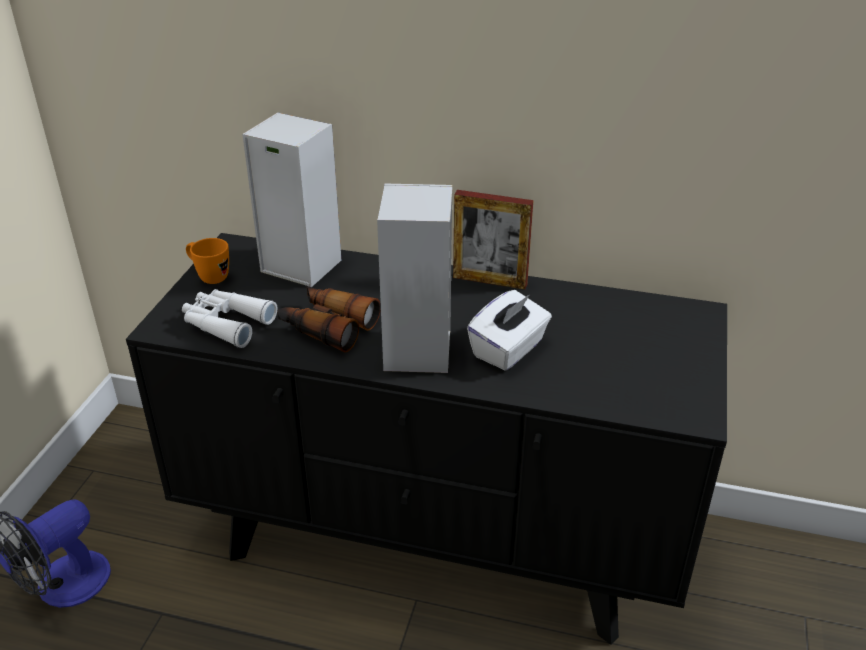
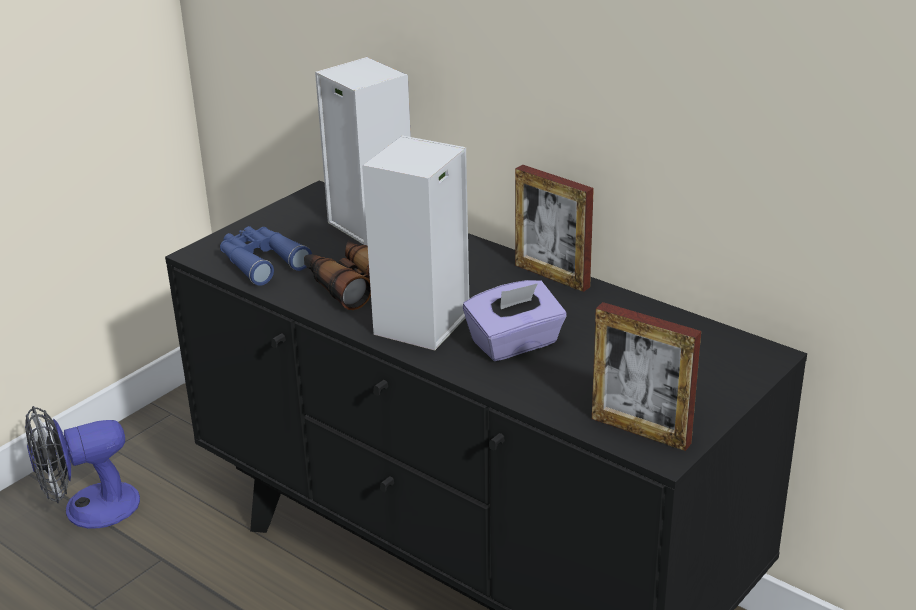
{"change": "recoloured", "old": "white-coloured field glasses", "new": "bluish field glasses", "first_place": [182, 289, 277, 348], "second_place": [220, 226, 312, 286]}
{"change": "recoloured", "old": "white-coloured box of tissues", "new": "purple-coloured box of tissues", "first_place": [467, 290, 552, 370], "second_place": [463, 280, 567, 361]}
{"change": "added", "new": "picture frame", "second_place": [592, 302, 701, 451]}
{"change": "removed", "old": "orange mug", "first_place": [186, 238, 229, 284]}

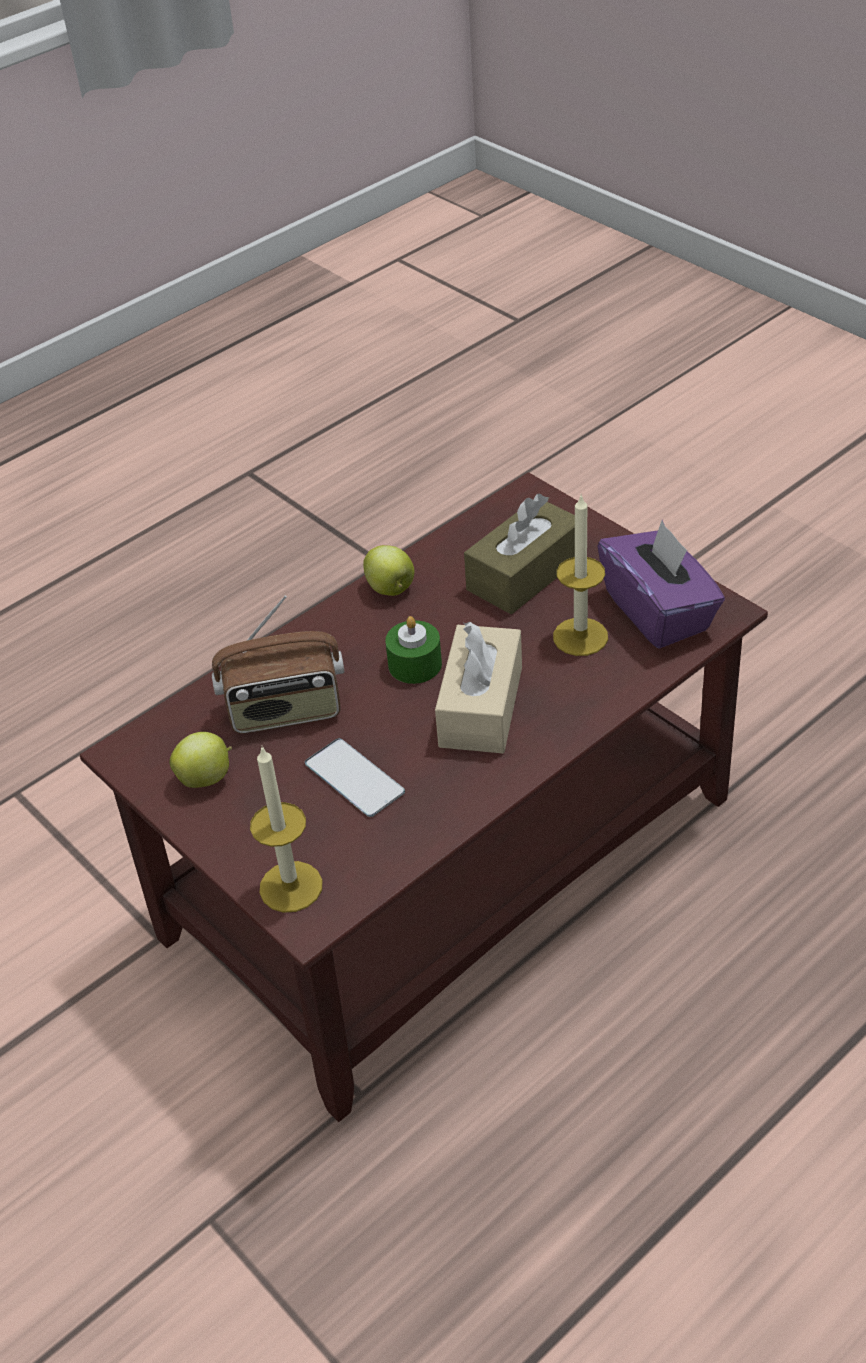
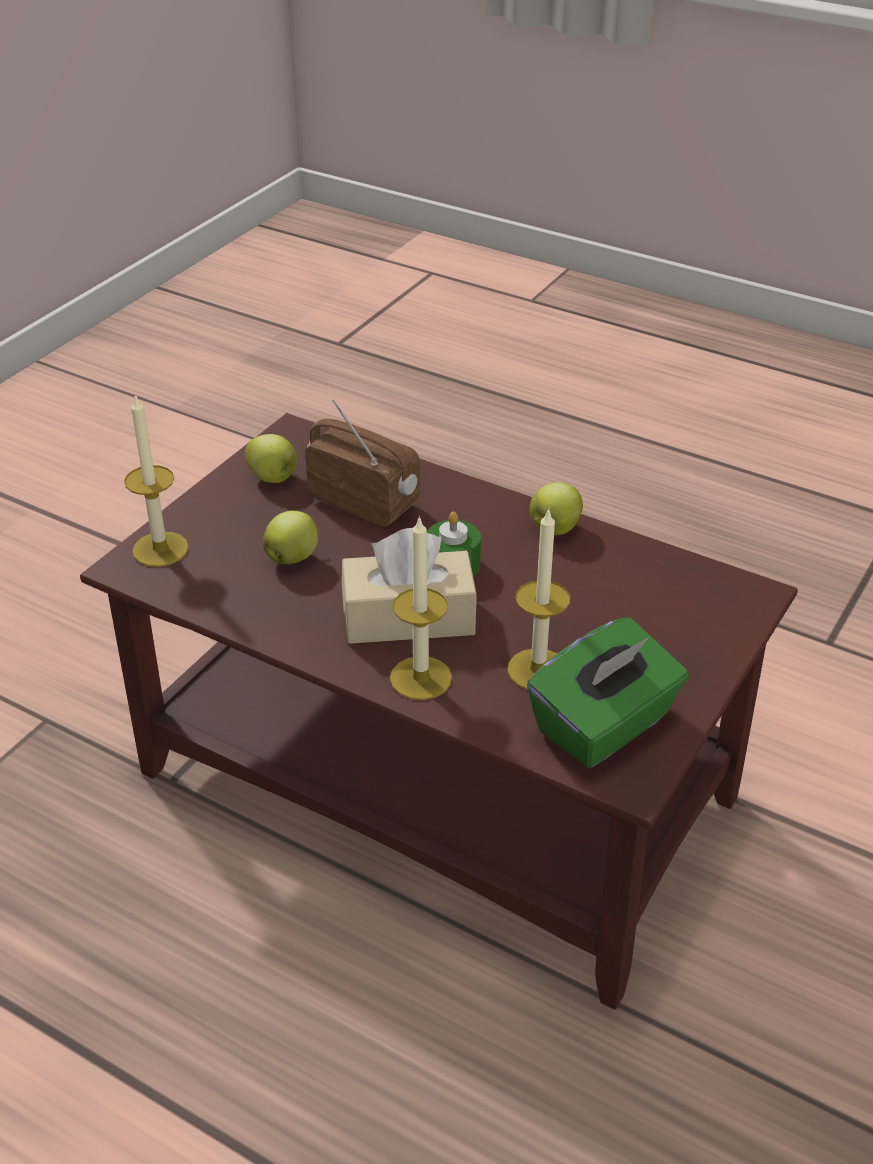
{"change": "replaced", "old": "phone", "new": "apple", "first_place": [305, 738, 405, 817], "second_place": [263, 511, 318, 564]}
{"change": "turned", "old": "radio receiver", "first_place": [212, 595, 344, 734], "second_place": [305, 399, 420, 526], "degrees": 150}
{"change": "added", "new": "candle", "second_place": [390, 515, 452, 700]}
{"change": "recoloured", "old": "purple-coloured box of tissues", "new": "green box of tissues", "first_place": [597, 520, 725, 649], "second_place": [527, 617, 689, 768]}
{"change": "removed", "old": "brown-coloured box of tissues", "first_place": [464, 493, 575, 614]}

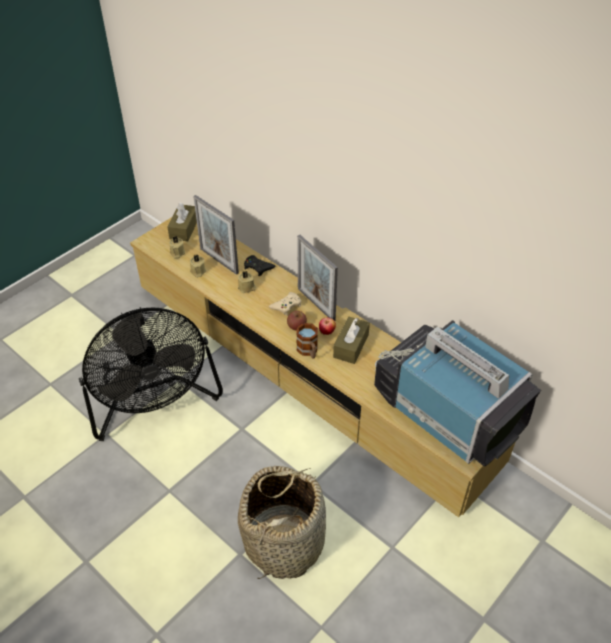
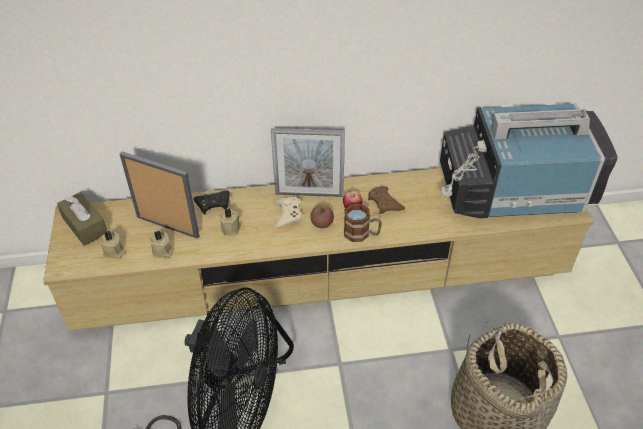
{"change": "turned", "old": "picture frame", "first_place": [193, 195, 239, 275], "second_place": [120, 151, 199, 239], "degrees": -150}
{"change": "replaced", "old": "brown-coloured box of tissues", "new": "brown-coloured joypad", "first_place": [333, 317, 370, 364], "second_place": [368, 186, 405, 214]}

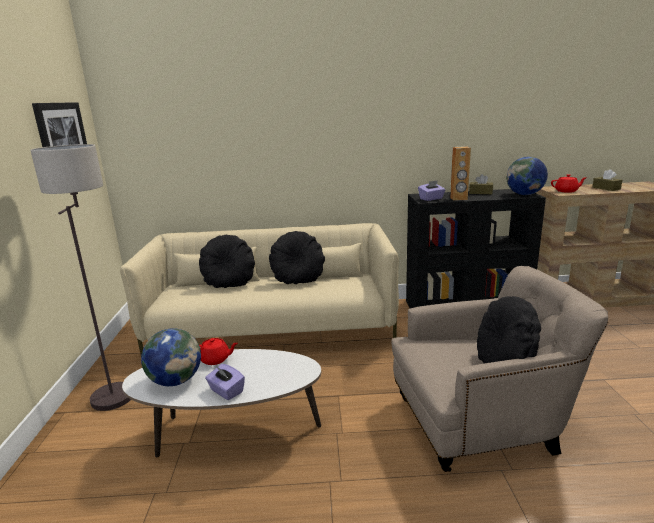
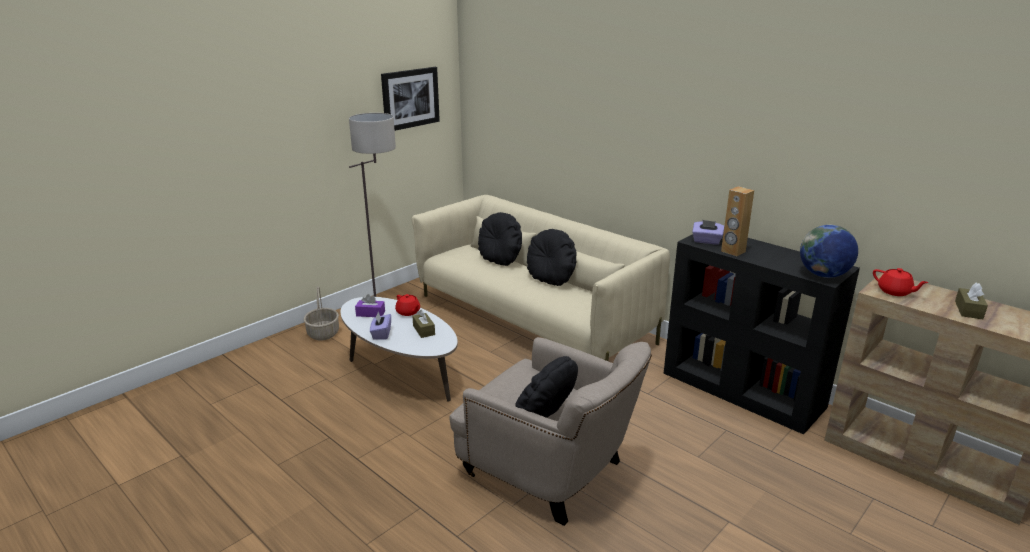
{"change": "added", "new": "storage basket", "second_place": [303, 286, 339, 340]}
{"change": "replaced", "old": "globe", "new": "purple-coloured box of tissues", "first_place": [141, 328, 201, 386], "second_place": [355, 294, 385, 317]}
{"change": "moved", "old": "brown-coloured box of tissues", "first_place": [469, 174, 493, 194], "second_place": [412, 310, 435, 338]}

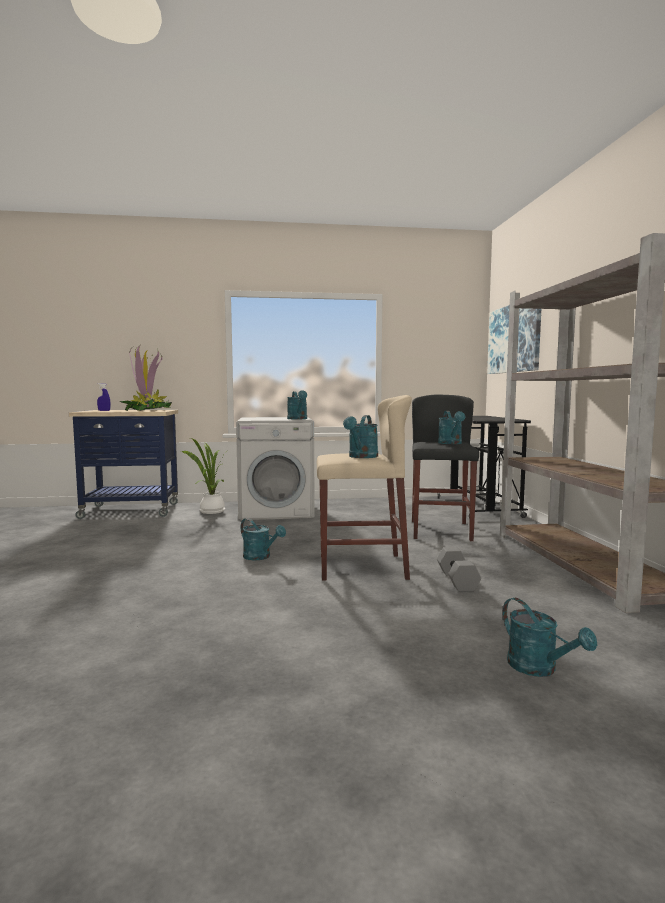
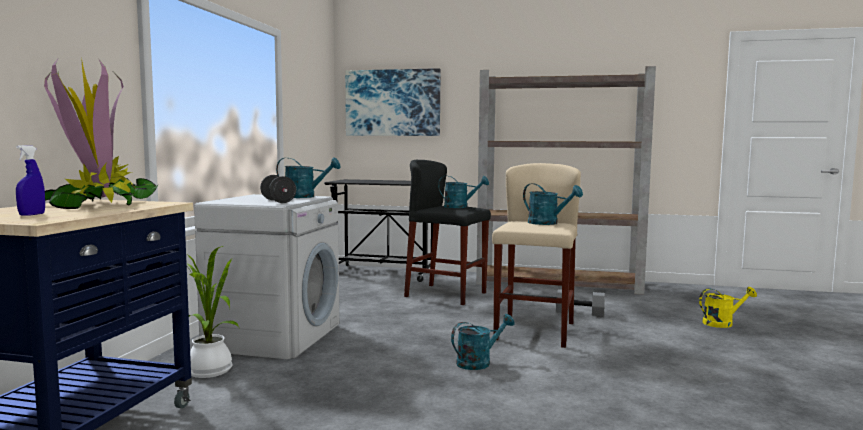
{"change": "added", "new": "blackish dumbbell", "second_place": [260, 175, 296, 203]}
{"change": "recoloured", "old": "turquoise sprinkling can", "new": "yellow sprinkling can", "first_place": [503, 597, 597, 677], "second_place": [699, 287, 757, 328]}

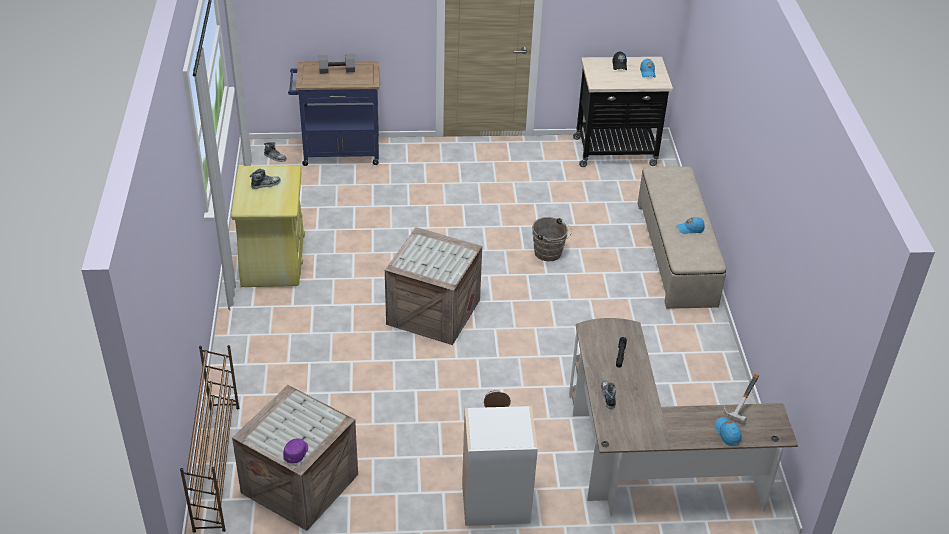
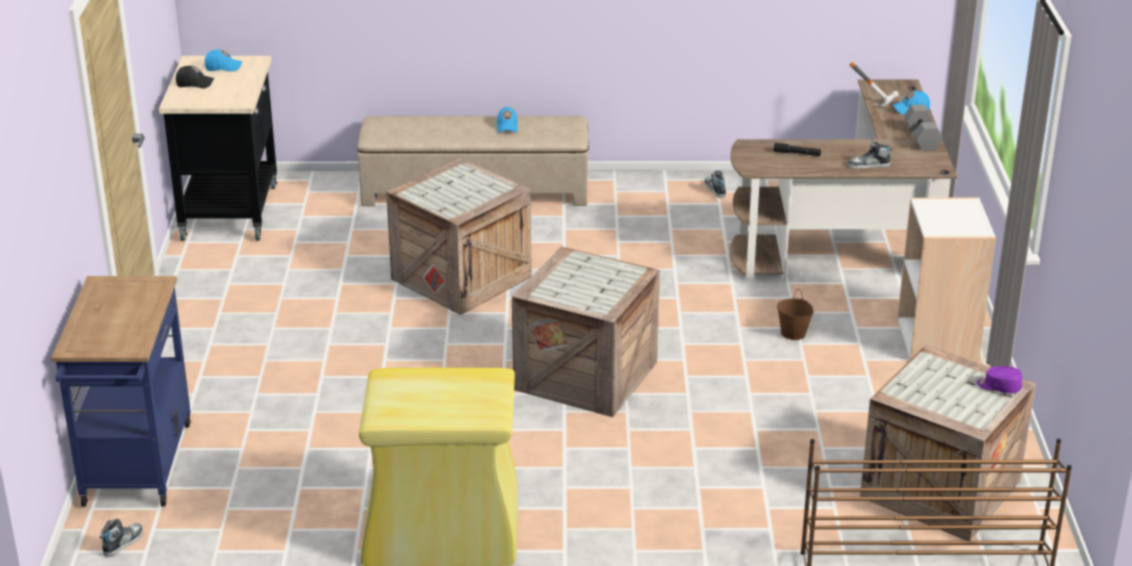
{"change": "replaced", "old": "brown-coloured bucket", "new": "crate", "first_place": [532, 217, 572, 261], "second_place": [386, 158, 532, 315]}
{"change": "moved", "old": "item of footwear", "first_place": [250, 169, 281, 189], "second_place": [705, 170, 726, 198]}
{"change": "moved", "old": "greyish dumbbell", "first_place": [319, 54, 355, 74], "second_place": [904, 105, 943, 151]}

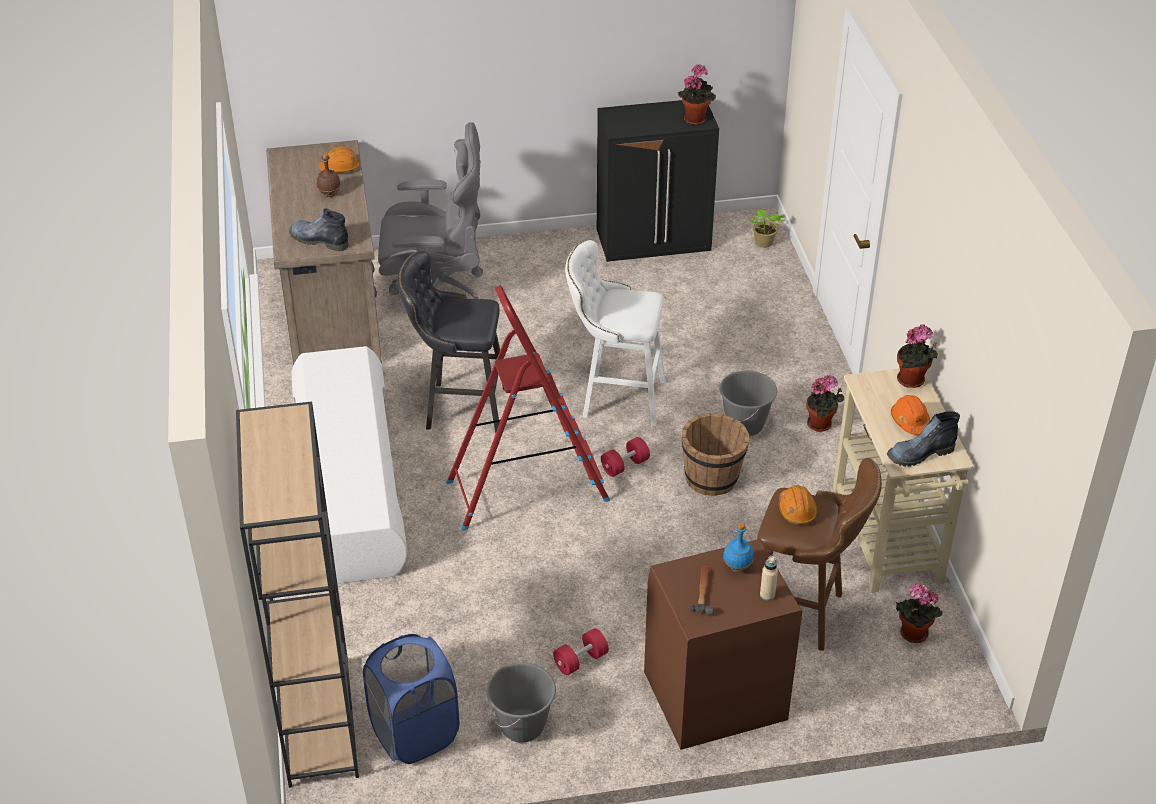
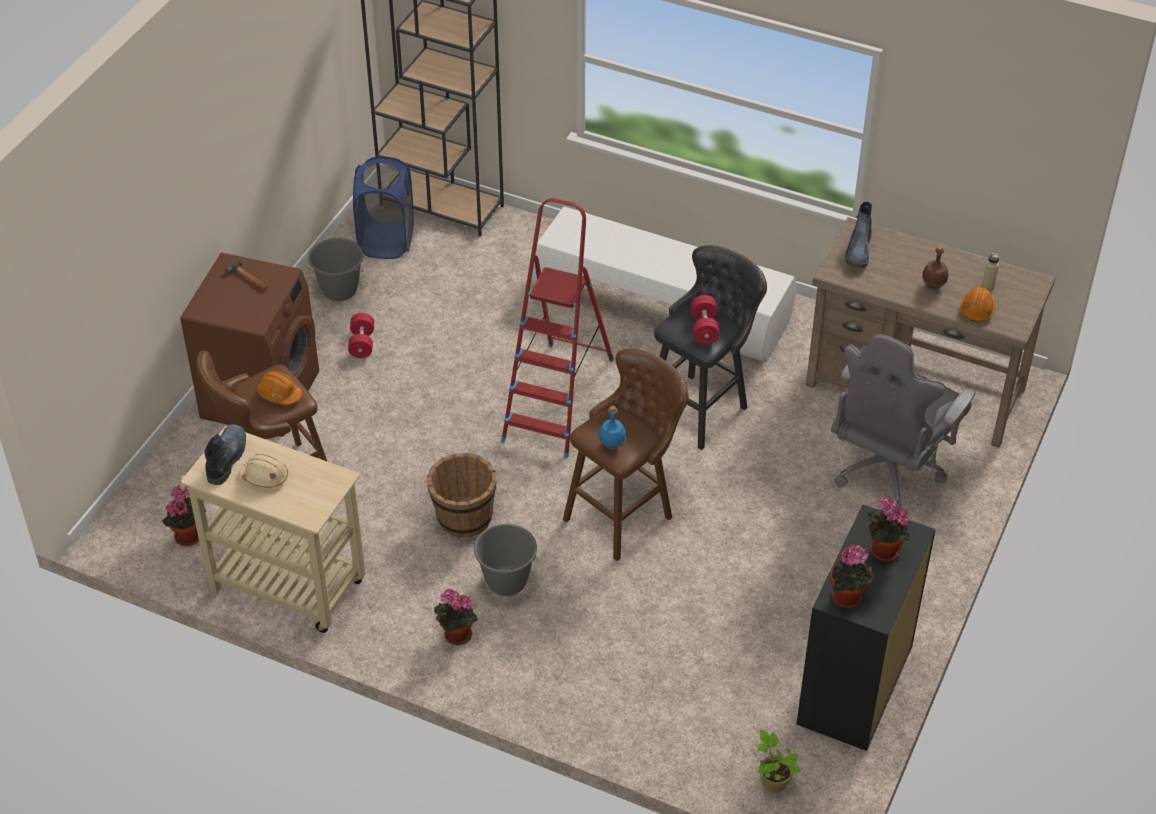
{"change": "recoloured", "old": "orange hard hat", "new": "beige hard hat", "first_place": [891, 395, 930, 435], "second_place": [239, 453, 288, 488]}
{"change": "recoloured", "old": "white-coloured sitting stool", "new": "brown-coloured sitting stool", "first_place": [565, 240, 665, 426], "second_place": [563, 348, 688, 561]}
{"change": "moved", "old": "bluish beverage bottle", "first_place": [723, 523, 754, 572], "second_place": [599, 406, 626, 449]}
{"change": "moved", "old": "red dumbbell", "first_place": [601, 437, 650, 477], "second_place": [691, 295, 720, 344]}
{"change": "turned", "old": "high-top boot", "first_place": [289, 208, 349, 251], "second_place": [845, 202, 872, 268], "degrees": 135}
{"change": "moved", "old": "plant in a pot", "first_place": [897, 324, 938, 388], "second_place": [866, 496, 910, 562]}
{"change": "moved", "old": "beige beverage bottle", "first_place": [760, 556, 778, 601], "second_place": [982, 253, 999, 291]}

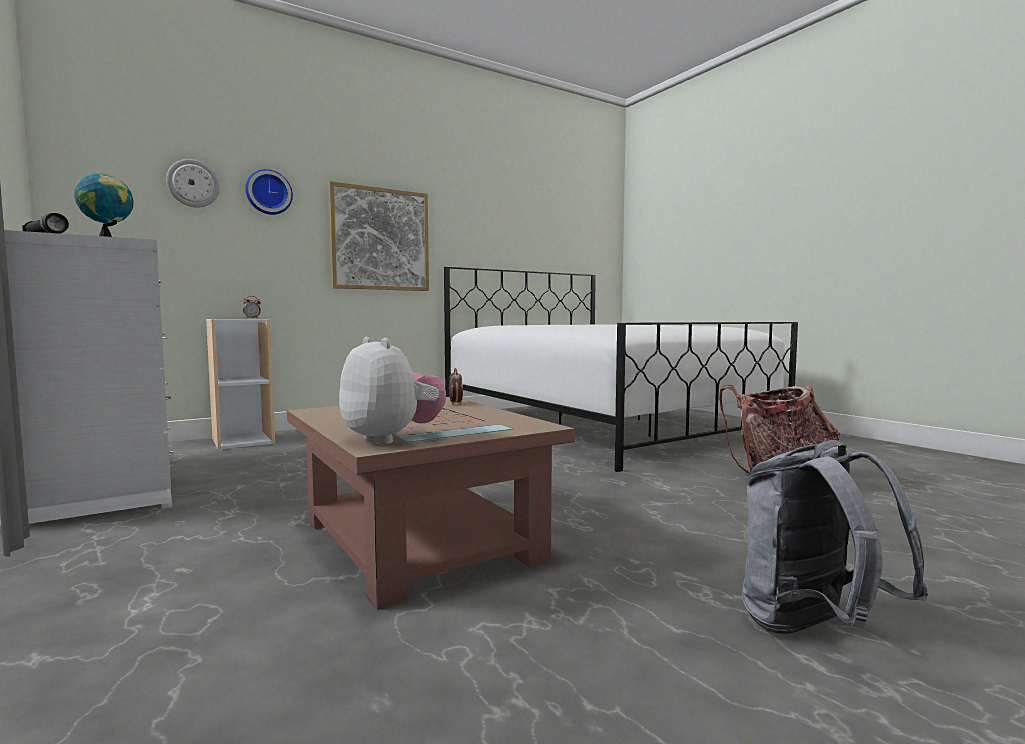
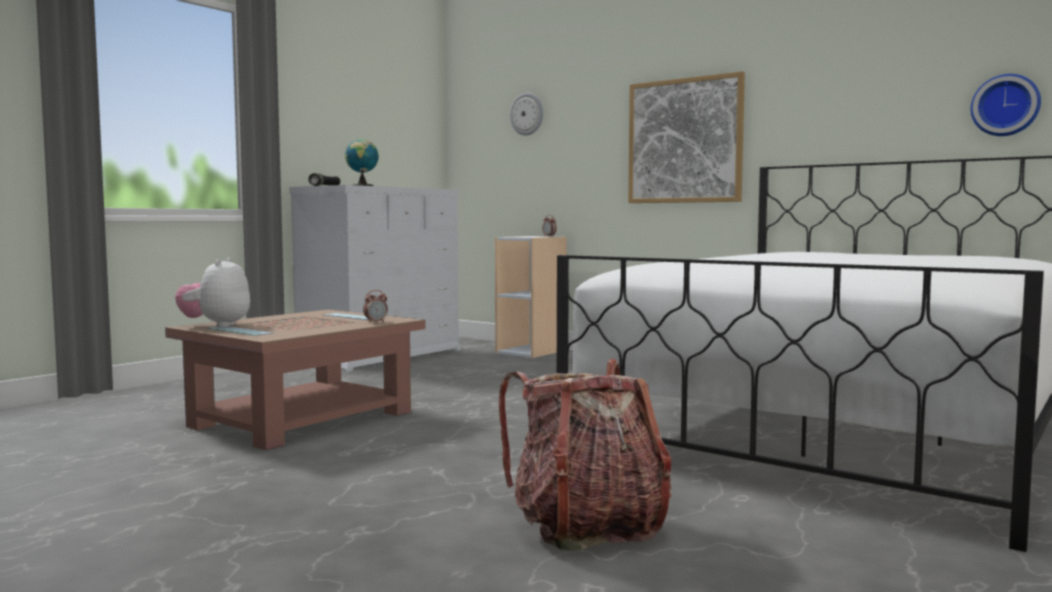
{"change": "turned", "old": "plush toy", "first_place": [339, 337, 446, 445], "second_place": [175, 258, 250, 328], "degrees": 150}
{"change": "moved", "old": "clock on the wall", "first_place": [245, 169, 293, 215], "second_place": [971, 74, 1041, 136]}
{"change": "removed", "old": "greyish knapsack", "first_place": [742, 440, 928, 634]}

